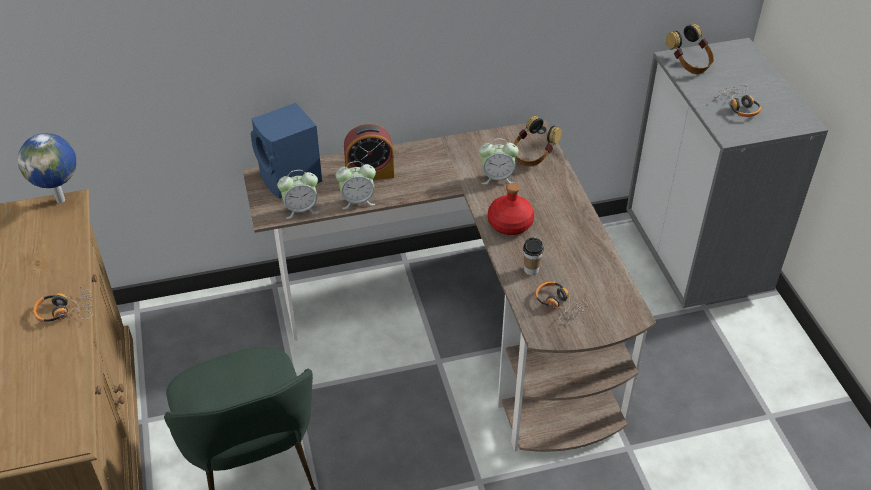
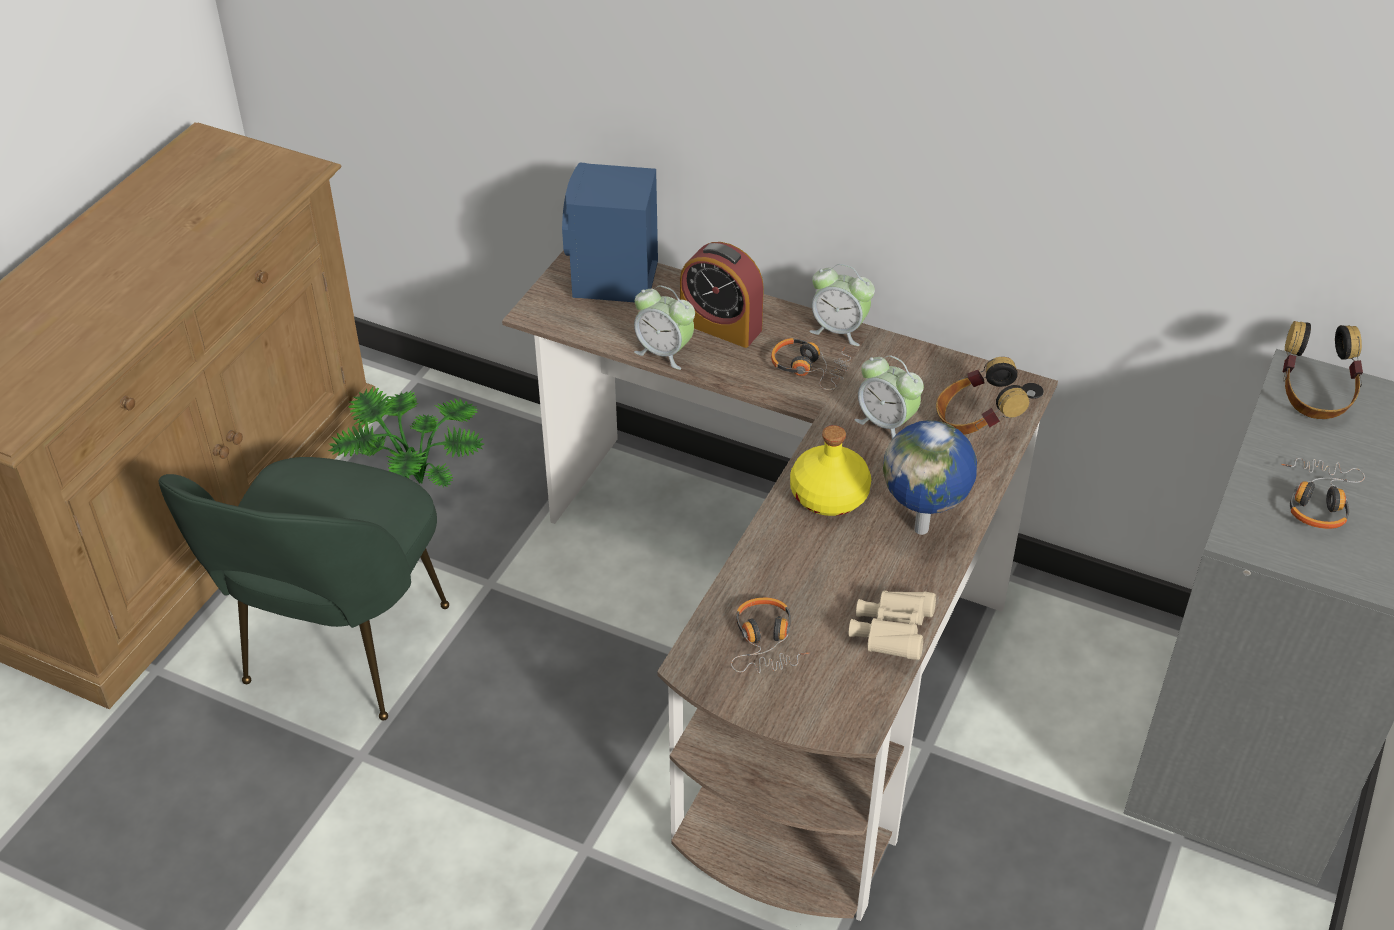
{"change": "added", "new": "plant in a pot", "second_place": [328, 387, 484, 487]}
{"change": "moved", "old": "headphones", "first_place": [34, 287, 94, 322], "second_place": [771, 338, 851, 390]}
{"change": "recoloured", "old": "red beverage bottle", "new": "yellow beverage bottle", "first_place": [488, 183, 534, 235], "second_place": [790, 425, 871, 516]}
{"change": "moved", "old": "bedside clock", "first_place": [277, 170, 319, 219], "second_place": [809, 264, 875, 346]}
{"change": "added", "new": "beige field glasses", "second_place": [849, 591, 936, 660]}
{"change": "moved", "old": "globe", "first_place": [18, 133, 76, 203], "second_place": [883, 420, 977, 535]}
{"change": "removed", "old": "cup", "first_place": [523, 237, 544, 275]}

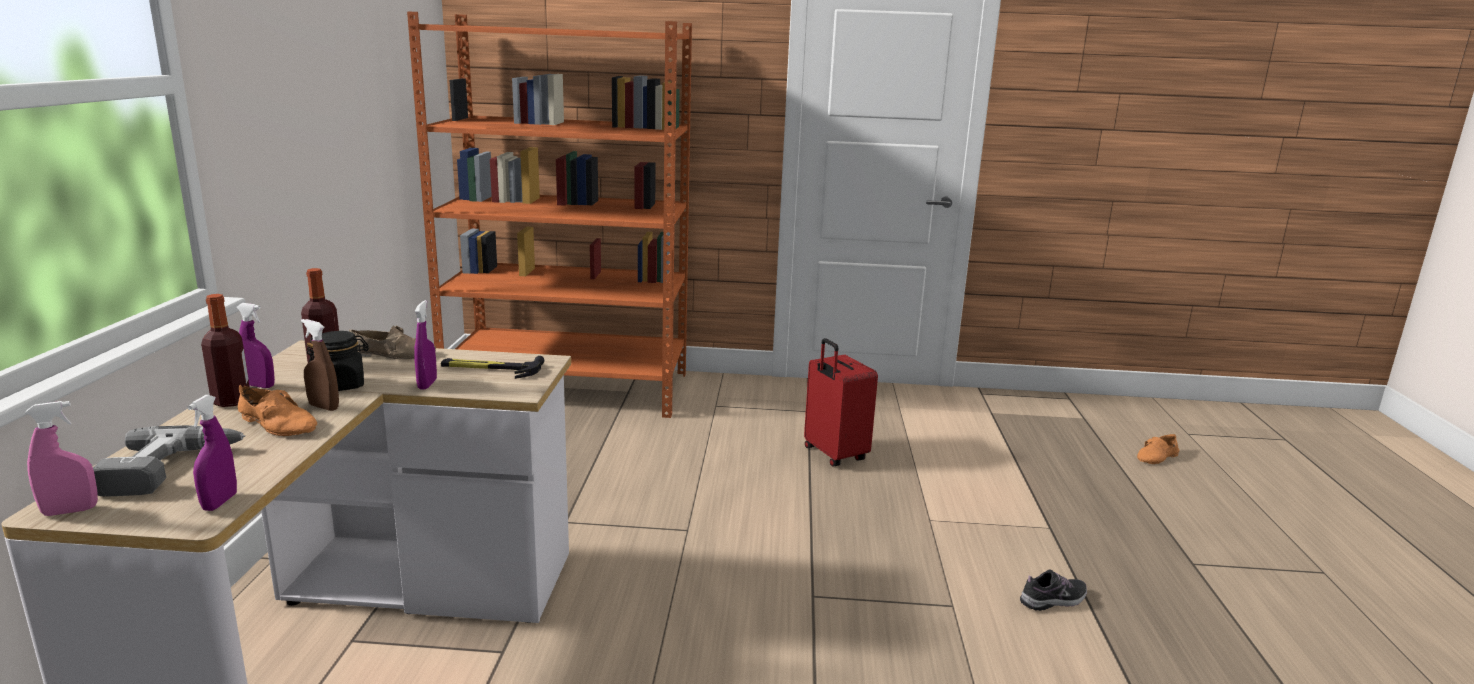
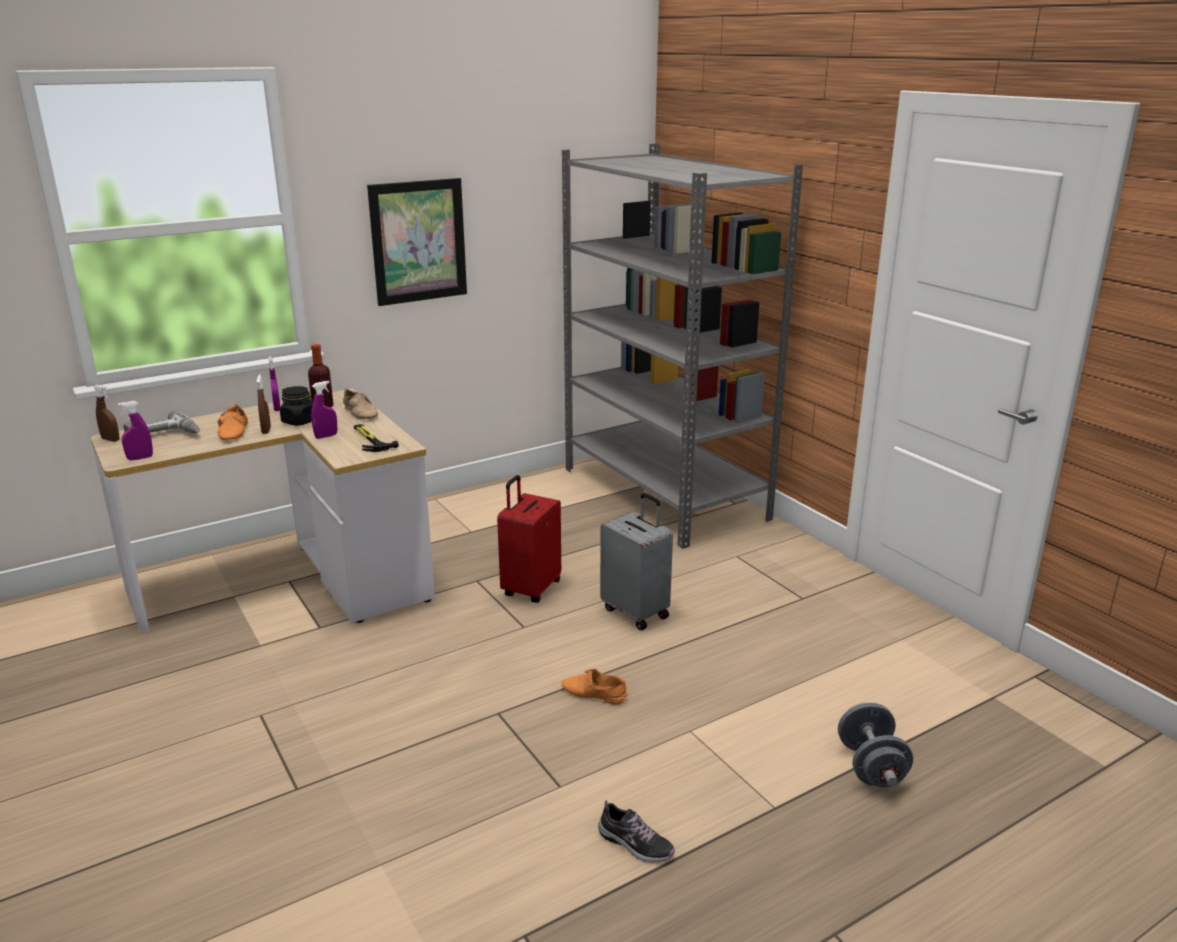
{"change": "recoloured", "old": "pinkish hand sprayer", "new": "brown-coloured hand sprayer", "first_place": [25, 401, 98, 516], "second_place": [93, 385, 119, 442]}
{"change": "added", "new": "picture", "second_place": [367, 178, 467, 306]}
{"change": "moved", "old": "red piece of luggage", "first_place": [804, 338, 878, 466], "second_place": [497, 475, 561, 603]}
{"change": "moved", "old": "orange item of footwear", "first_place": [1137, 434, 1180, 464], "second_place": [561, 669, 628, 705]}
{"change": "recoloured", "old": "orange bookshelf", "new": "greyish bookshelf", "first_place": [407, 11, 692, 418], "second_place": [562, 144, 803, 549]}
{"change": "added", "new": "greyish piece of luggage", "second_place": [600, 493, 673, 630]}
{"change": "added", "new": "greyish dumbbell", "second_place": [838, 703, 913, 787]}
{"change": "removed", "old": "beverage bottle", "first_place": [201, 294, 250, 407]}

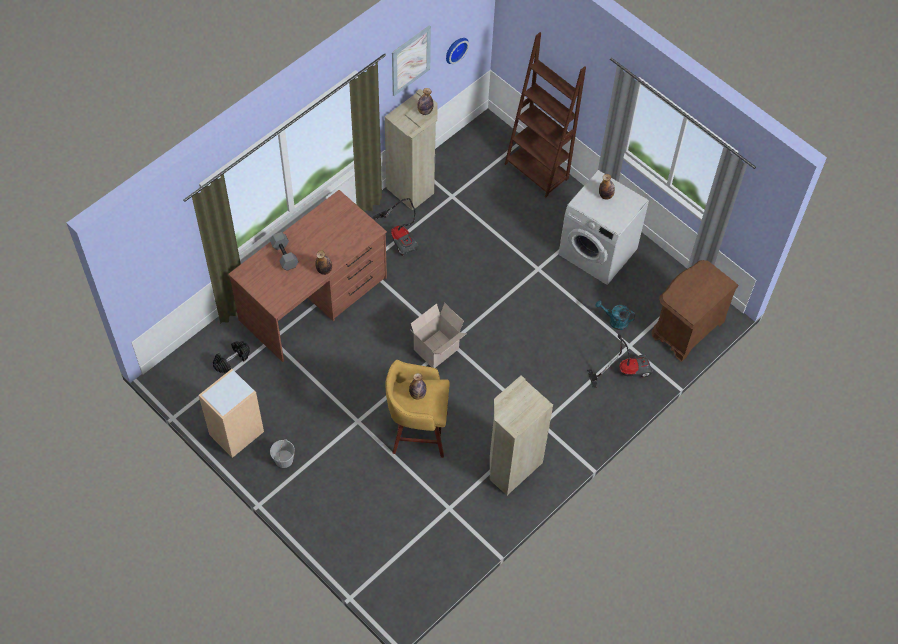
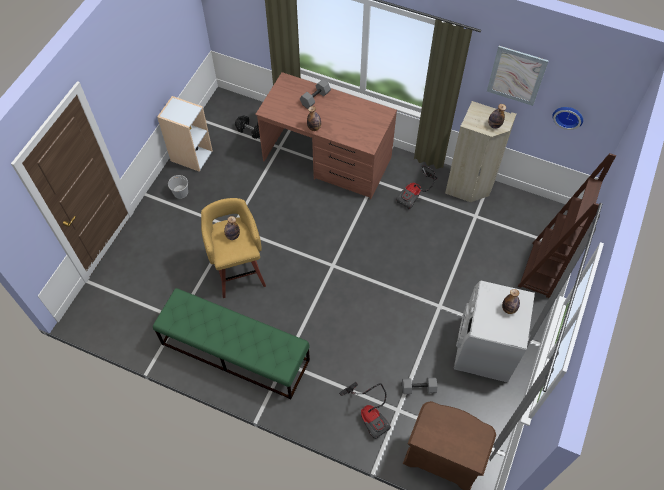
{"change": "replaced", "old": "beige cabinet", "new": "green long seat", "first_place": [490, 375, 553, 495], "second_place": [153, 288, 310, 399]}
{"change": "replaced", "old": "turquoise sprinkling can", "new": "greyish dumbbell", "first_place": [595, 300, 636, 330], "second_place": [402, 377, 437, 394]}
{"change": "removed", "old": "carton", "first_place": [411, 303, 467, 368]}

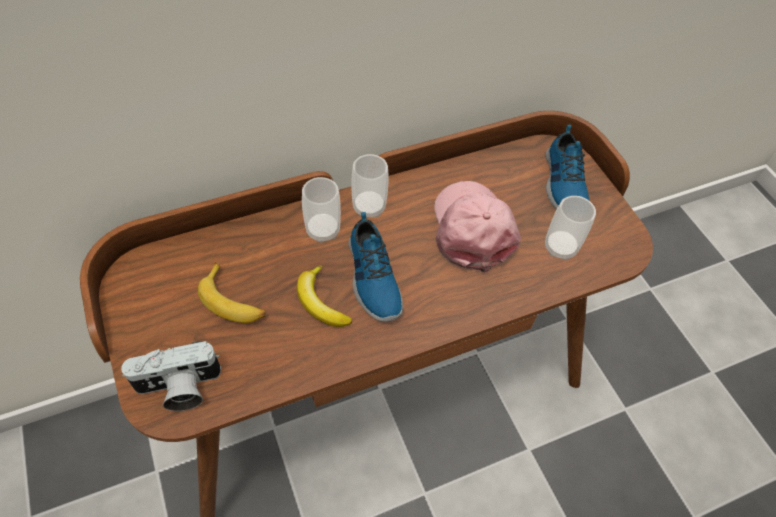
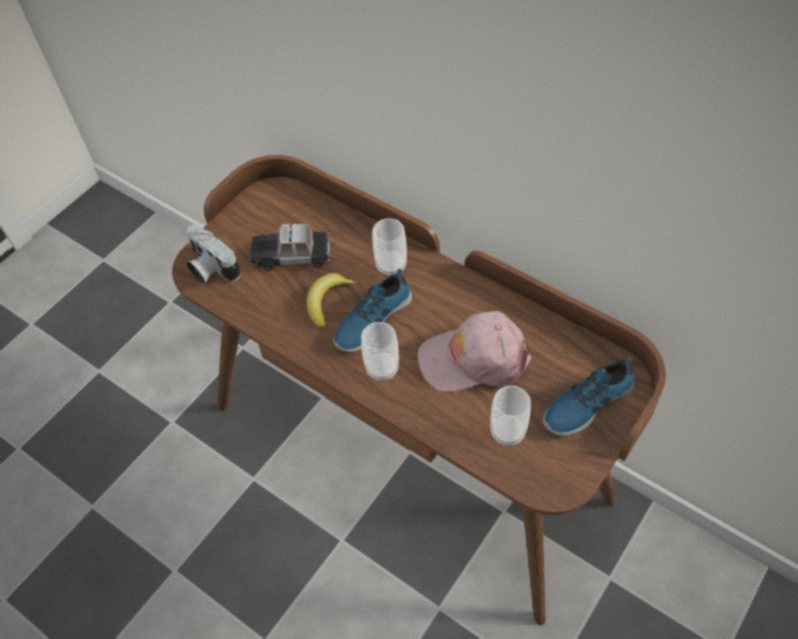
{"change": "replaced", "old": "whole banana", "new": "model car", "first_place": [198, 262, 266, 323], "second_place": [250, 222, 330, 271]}
{"change": "moved", "old": "cup", "first_place": [351, 154, 388, 218], "second_place": [361, 322, 399, 381]}
{"change": "turned", "old": "pinkish baseball cap", "first_place": [434, 181, 521, 273], "second_place": [418, 311, 531, 392], "degrees": -150}

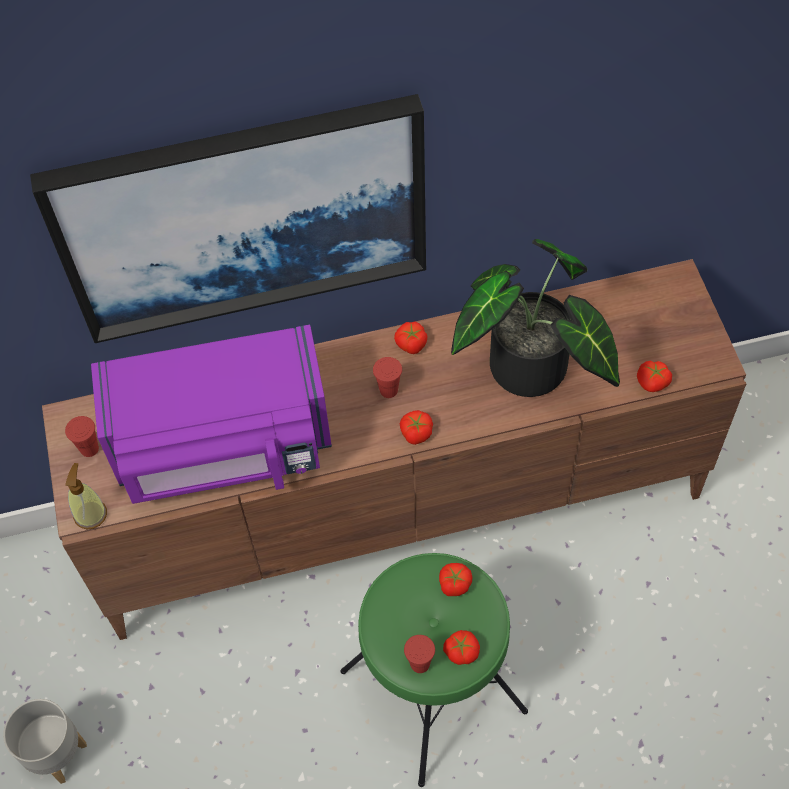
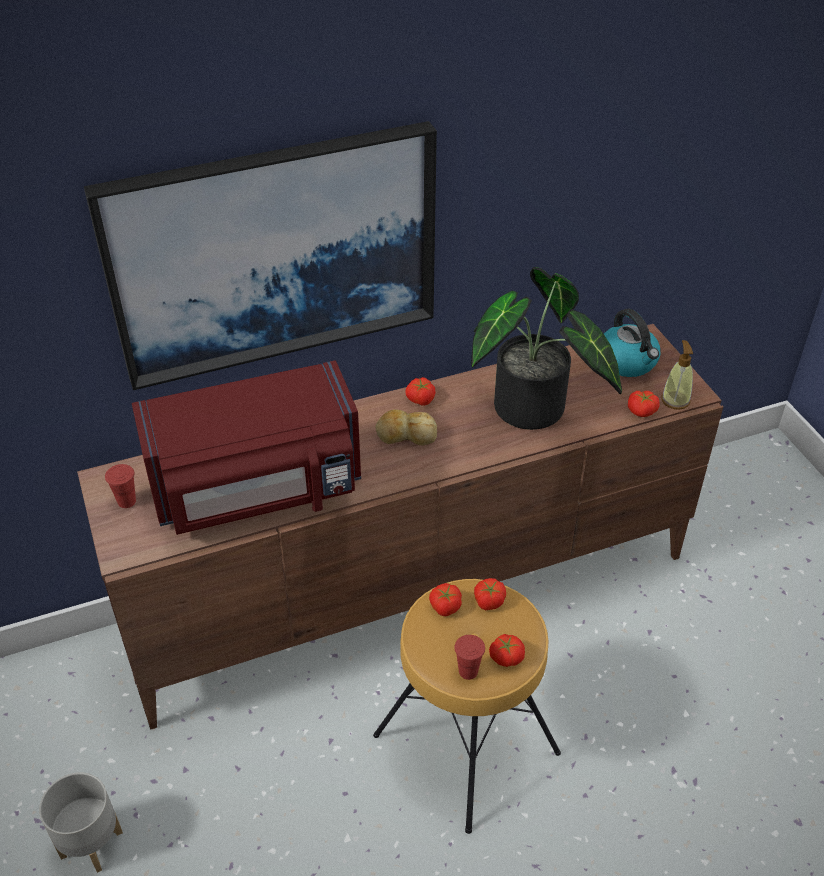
{"change": "recoloured", "old": "purple-coloured microwave", "new": "red microwave", "first_place": [91, 325, 332, 504], "second_place": [132, 360, 361, 535]}
{"change": "recoloured", "old": "green sitting stool", "new": "brown-coloured sitting stool", "first_place": [341, 553, 528, 787], "second_place": [373, 579, 561, 834]}
{"change": "replaced", "old": "red cup", "new": "bread", "first_place": [373, 357, 402, 398], "second_place": [376, 410, 437, 445]}
{"change": "moved", "old": "tomato", "first_place": [400, 410, 433, 445], "second_place": [429, 583, 462, 616]}
{"change": "added", "new": "kettle", "second_place": [604, 309, 660, 377]}
{"change": "moved", "old": "soap dispenser", "first_place": [65, 463, 107, 530], "second_place": [662, 340, 693, 410]}

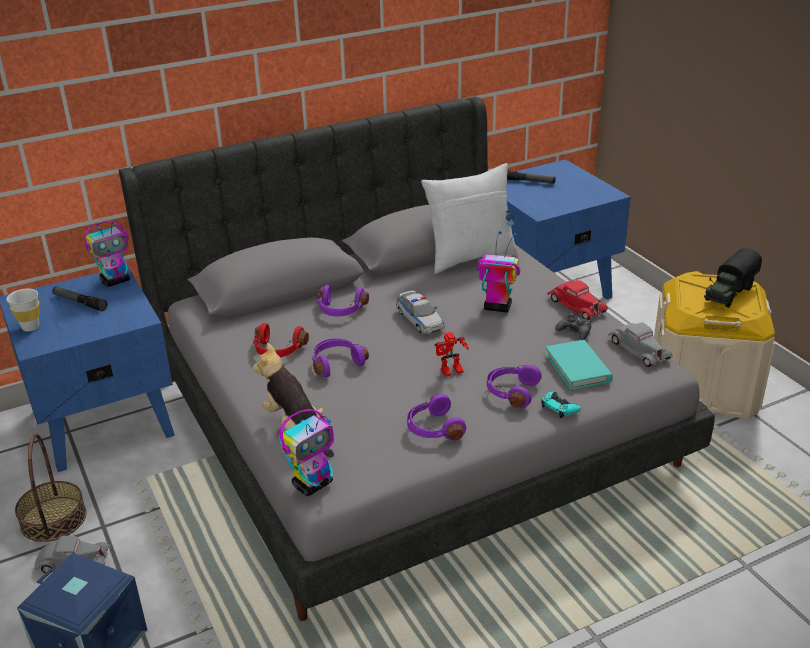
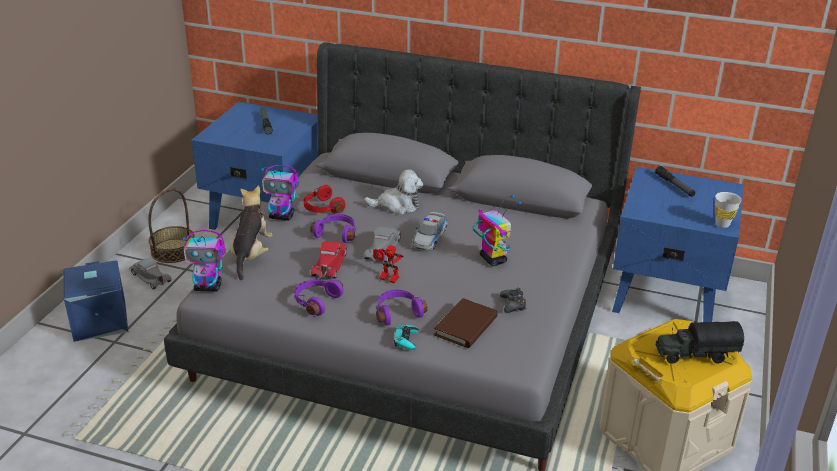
{"change": "moved", "old": "toy robot", "first_place": [84, 221, 130, 287], "second_place": [261, 165, 299, 221]}
{"change": "moved", "old": "red model car", "first_place": [547, 280, 608, 320], "second_place": [311, 241, 348, 279]}
{"change": "replaced", "old": "purple-coloured headphones", "new": "plush toy", "first_place": [318, 285, 369, 317], "second_place": [364, 169, 423, 215]}
{"change": "moved", "old": "greyish model car", "first_place": [608, 322, 673, 367], "second_place": [364, 226, 402, 263]}
{"change": "recoloured", "old": "turquoise bound book", "new": "brown-coloured bound book", "first_place": [545, 340, 613, 390], "second_place": [434, 298, 498, 348]}
{"change": "moved", "old": "white-coloured cup", "first_place": [7, 289, 40, 332], "second_place": [715, 192, 741, 228]}
{"change": "removed", "old": "greyish cushion", "first_place": [421, 163, 518, 274]}

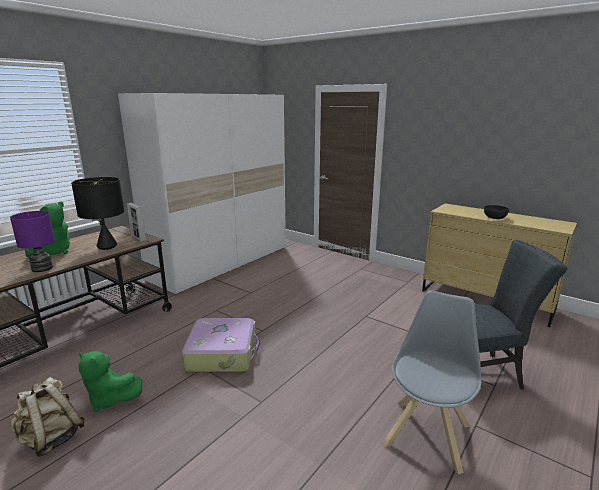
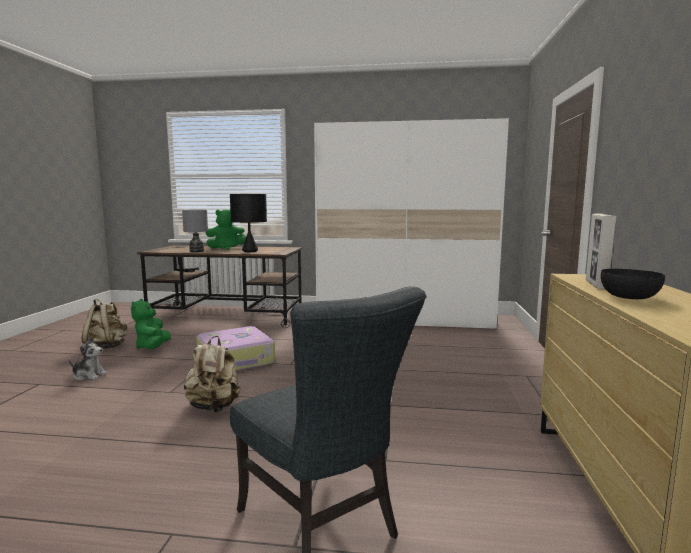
{"change": "added", "new": "plush toy", "second_place": [69, 336, 108, 381]}
{"change": "recoloured", "old": "purple-coloured tabletop lamp", "new": "greyish tabletop lamp", "first_place": [10, 211, 55, 272], "second_place": [182, 210, 208, 252]}
{"change": "added", "new": "beige knapsack", "second_place": [184, 336, 240, 412]}
{"change": "moved", "old": "picture frame", "first_place": [127, 203, 146, 241], "second_place": [586, 214, 617, 289]}
{"change": "removed", "old": "greyish chair", "first_place": [382, 291, 481, 474]}

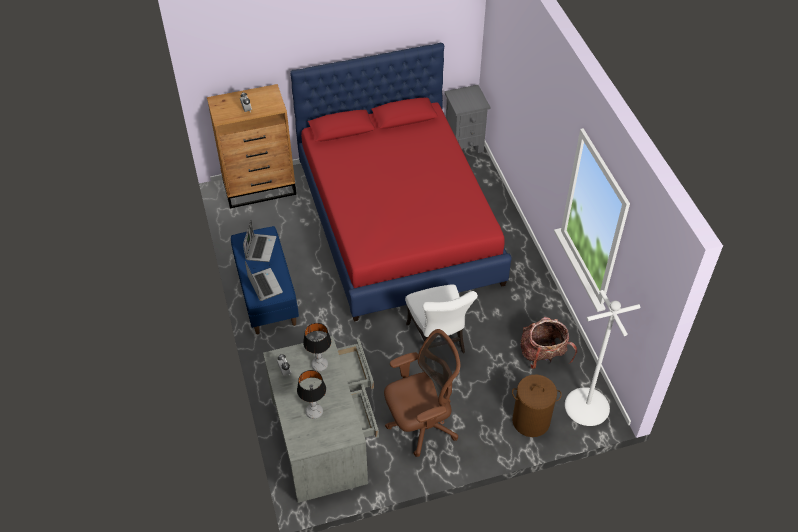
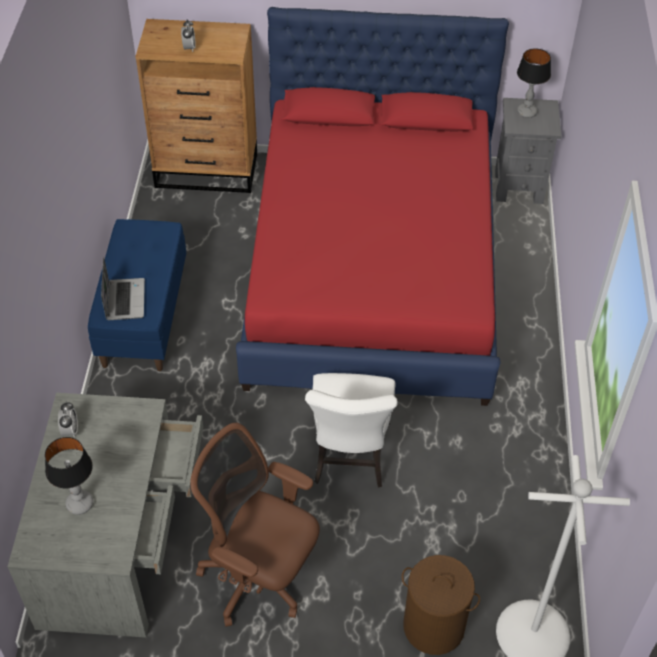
{"change": "turned", "old": "brown-coloured computer chair", "first_place": [384, 329, 460, 457], "second_place": [190, 423, 320, 627], "degrees": -150}
{"change": "moved", "old": "tabletop lamp", "first_place": [303, 323, 331, 372], "second_place": [517, 48, 551, 118]}
{"change": "removed", "old": "notebook computer", "first_place": [243, 220, 276, 262]}
{"change": "removed", "old": "knapsack", "first_place": [521, 317, 577, 369]}

